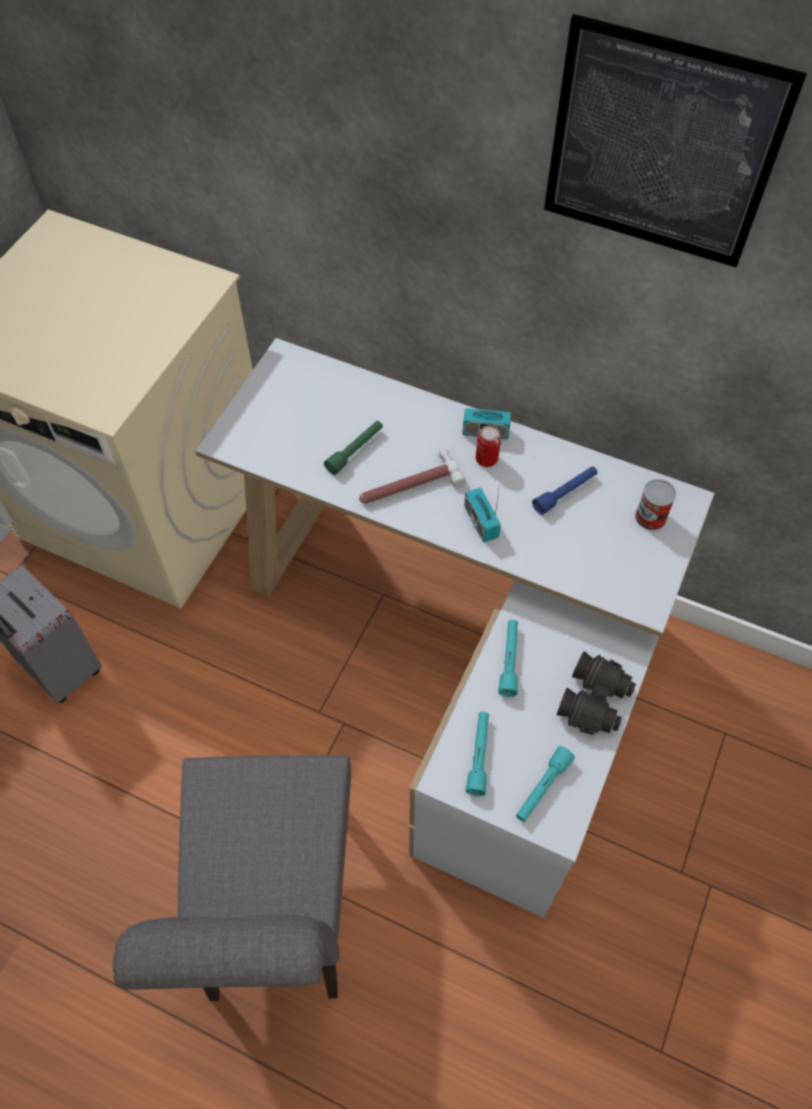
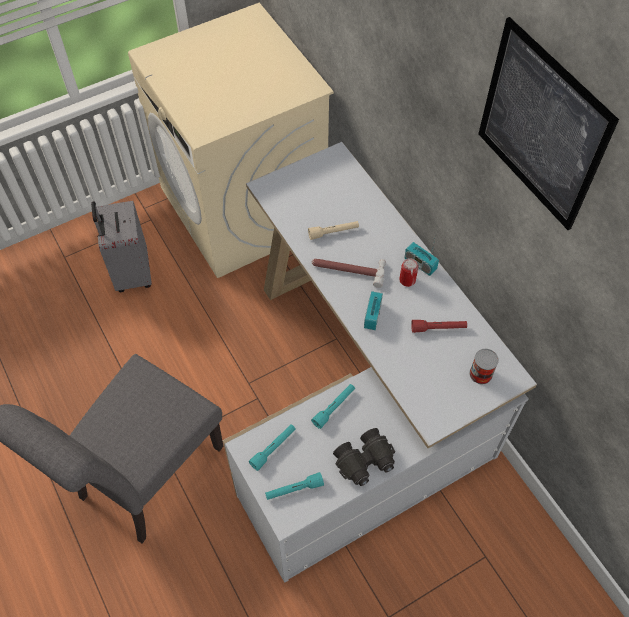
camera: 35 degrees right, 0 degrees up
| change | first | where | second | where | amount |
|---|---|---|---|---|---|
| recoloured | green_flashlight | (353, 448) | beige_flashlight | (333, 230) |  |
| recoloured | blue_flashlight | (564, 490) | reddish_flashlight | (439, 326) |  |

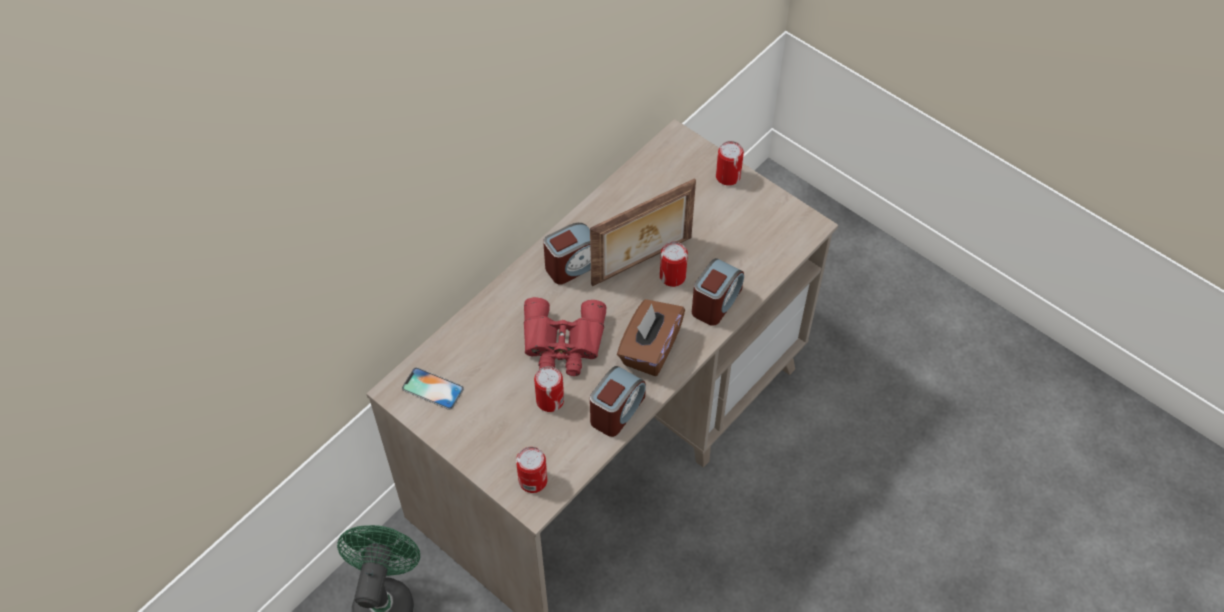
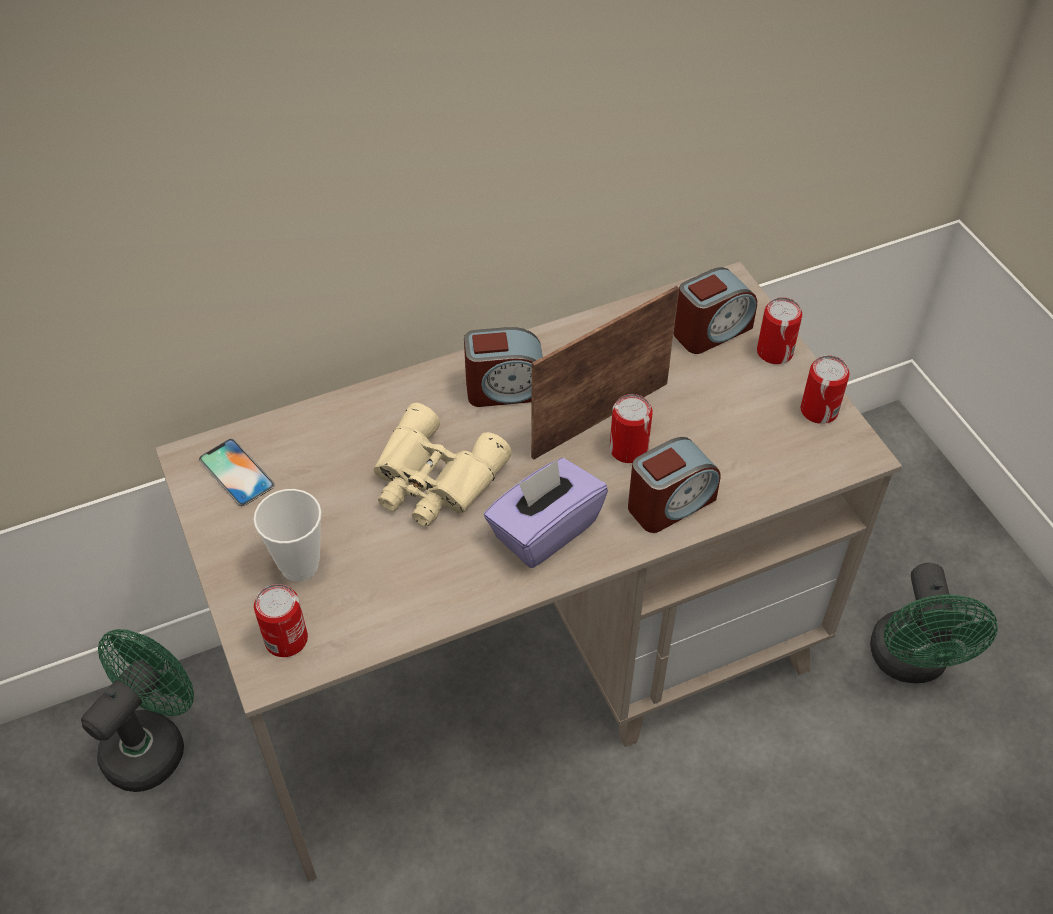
camera: 25 degrees right, 5 degrees down
| change | first | where | second | where | amount |
|---|---|---|---|---|---|
| turned | standing_frame | (643, 232) |  | (605, 373) | 150 degrees clockwise |
| recoloured | reddish_field_glasses | (565, 336) | beige_field_glasses | (442, 465) |  |
| recoloured | brown_box_of_tissues | (651, 337) | purplish_box_of_tissues | (546, 513) |  |
| moved | metal_can | (549, 389) |  | (825, 389) |  |
| moved | alarm_clock | (618, 401) |  | (715, 310) |  |
| added |  |  | small_cup | (287, 535) |  |
| added |  |  | green_fan | (933, 623) |  |

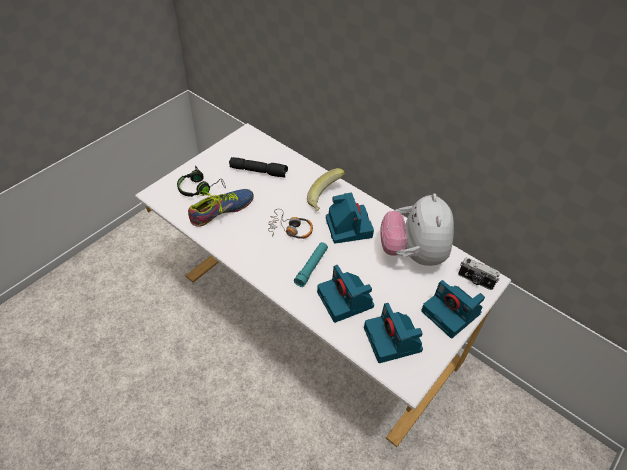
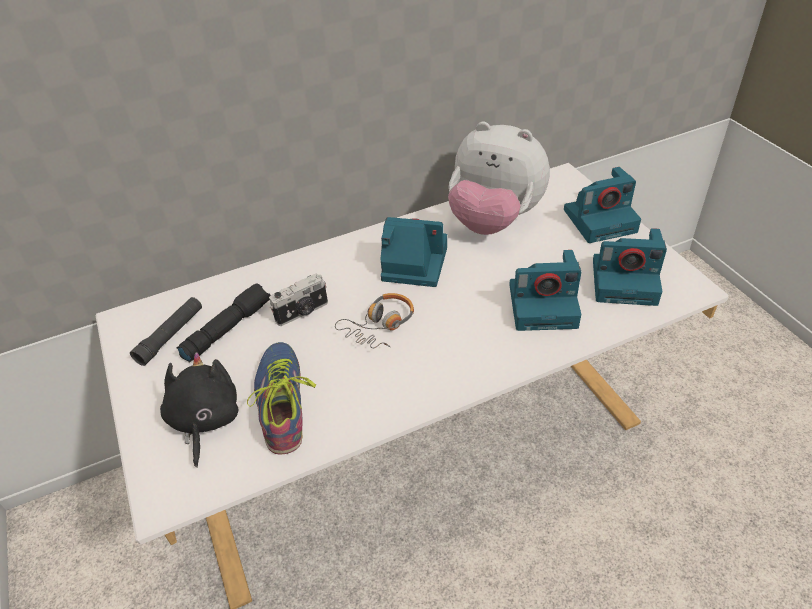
camera: 60 degrees left, 5 degrees down
| change | first | where | second | where | amount |
|---|---|---|---|---|---|
| replaced | blackish_pair_of_headphones | (201, 181) | blackish_soft_toy | (199, 410) |  |
| removed | banana_fruit | (326, 189) |  |  |  |
| removed | turquoise_flashlight | (311, 264) |  |  |  |
| moved | still_camera | (479, 273) |  | (298, 300) |  |
| added |  |  | blackish_flashlight | (166, 331) |  |

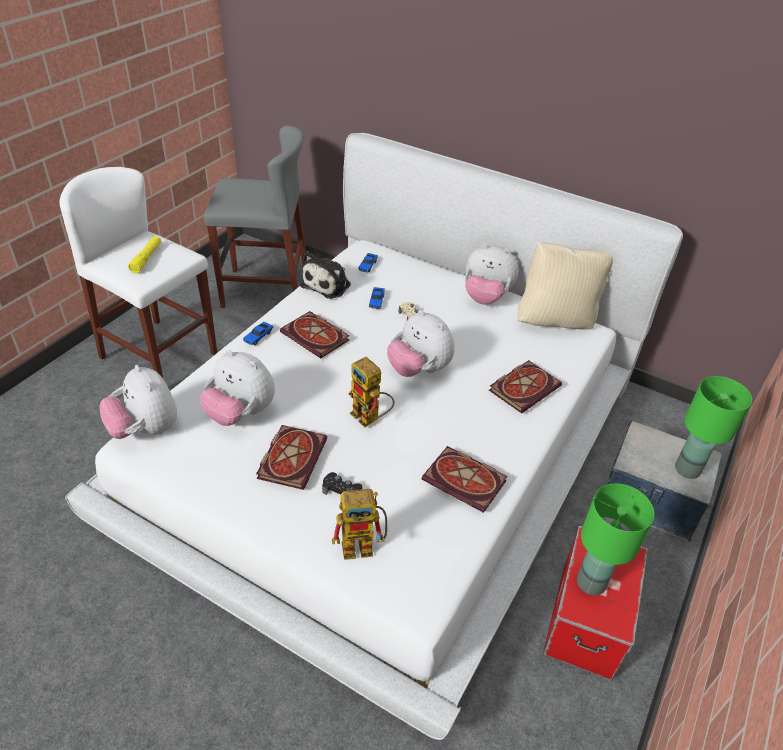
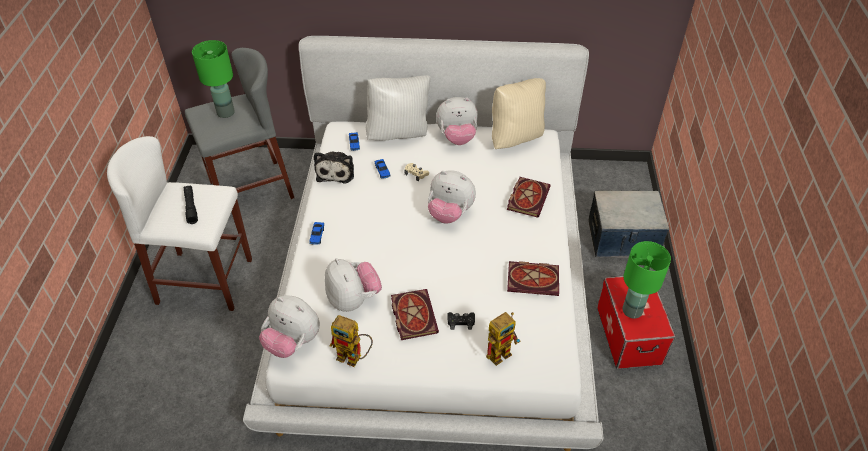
camera: 25 degrees left, 5 degrees up
| change | first | where | second | where | amount |
|---|---|---|---|---|---|
| recoloured | yellowish_flashlight | (144, 255) | blackish_flashlight | (191, 204) |  |
| removed | book | (314, 334) |  |  |  |
| turned | soft_toy | (237, 388) |  | (353, 285) | 120 degrees counterclockwise |
| moved | toy_robot | (371, 392) |  | (351, 341) |  |
| moved | green_table_lamp | (713, 427) |  | (213, 79) |  |
| added |  |  | white_cushion | (398, 108) |  |

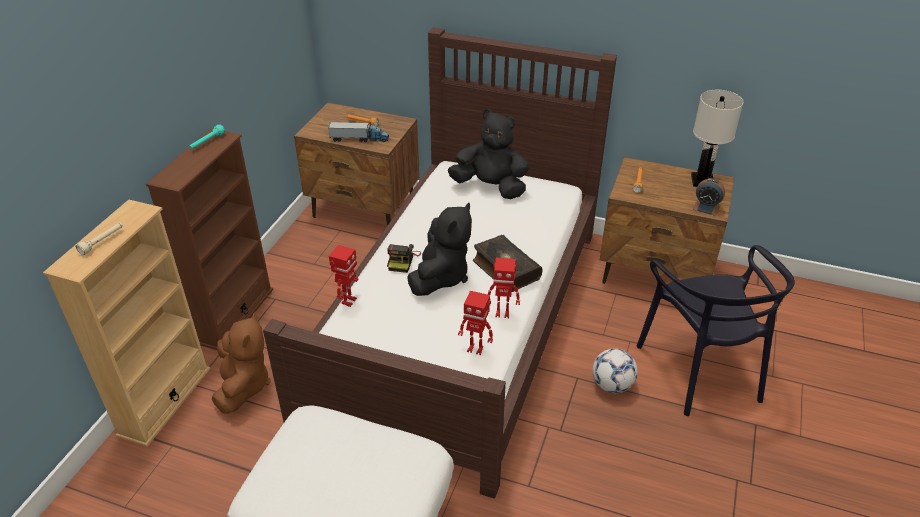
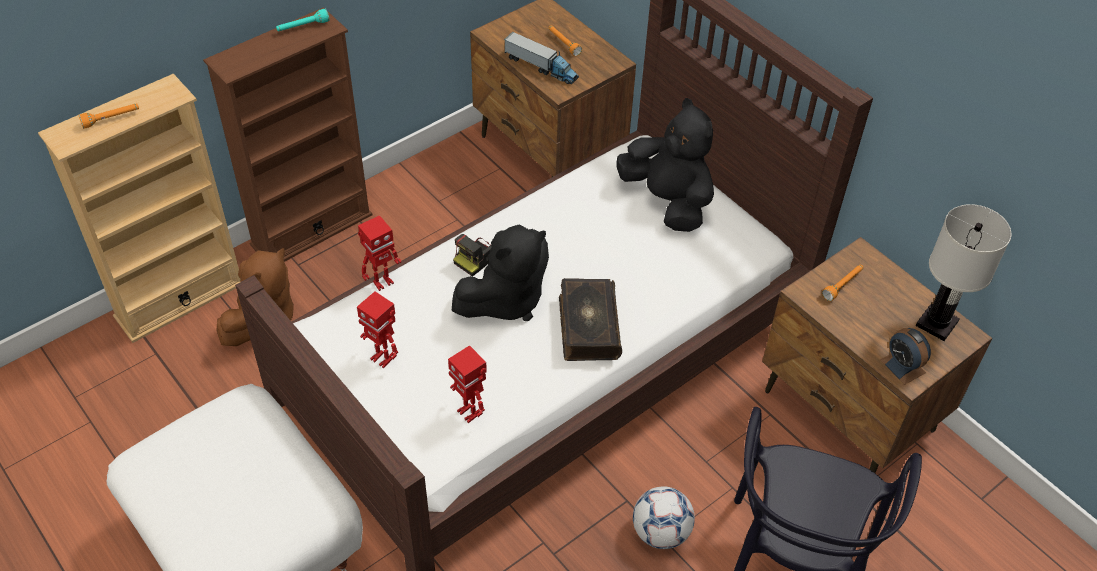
camera: 30 degrees right, 10 degrees up
| change | first | where | second | where | amount |
|---|---|---|---|---|---|
| recoloured | beige_flashlight | (99, 239) | orangey_flashlight | (108, 116) |  |
| moved | toy_robot | (504, 288) |  | (377, 330) |  |

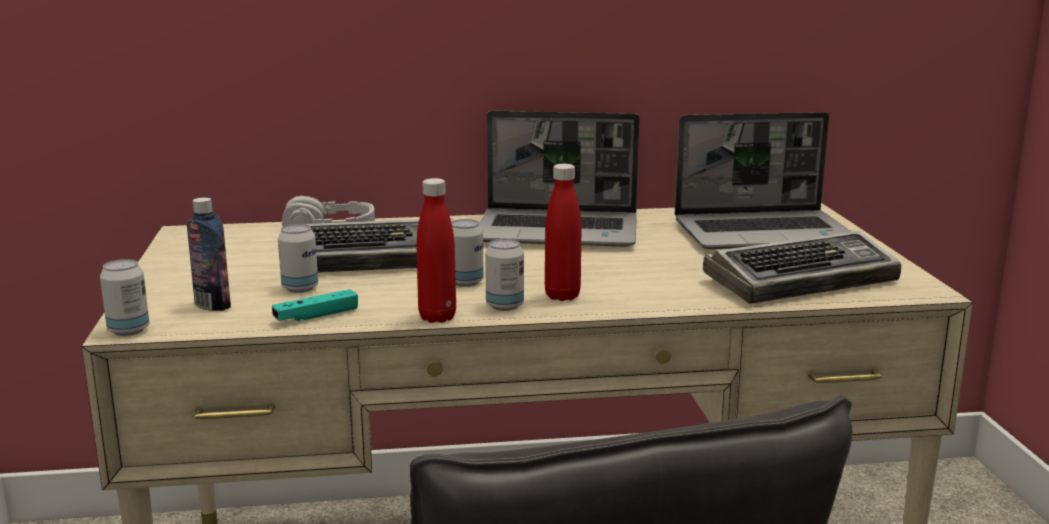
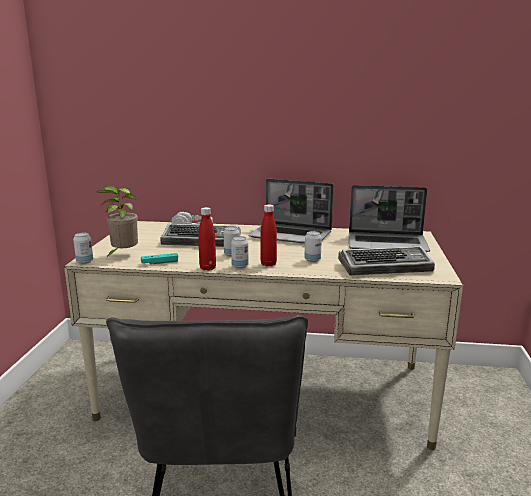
camera: 15 degrees right, 0 degrees up
| change | first | where | second | where | amount |
|---|---|---|---|---|---|
| replaced | bottle | (209, 254) | plant_in_a_pot | (117, 222) |  |
| moved | metal_can | (298, 258) |  | (313, 246) |  |

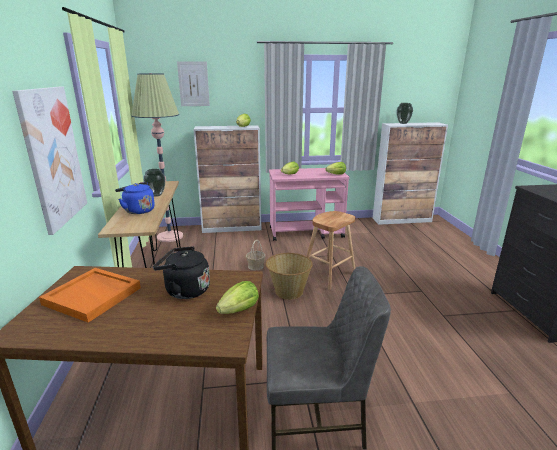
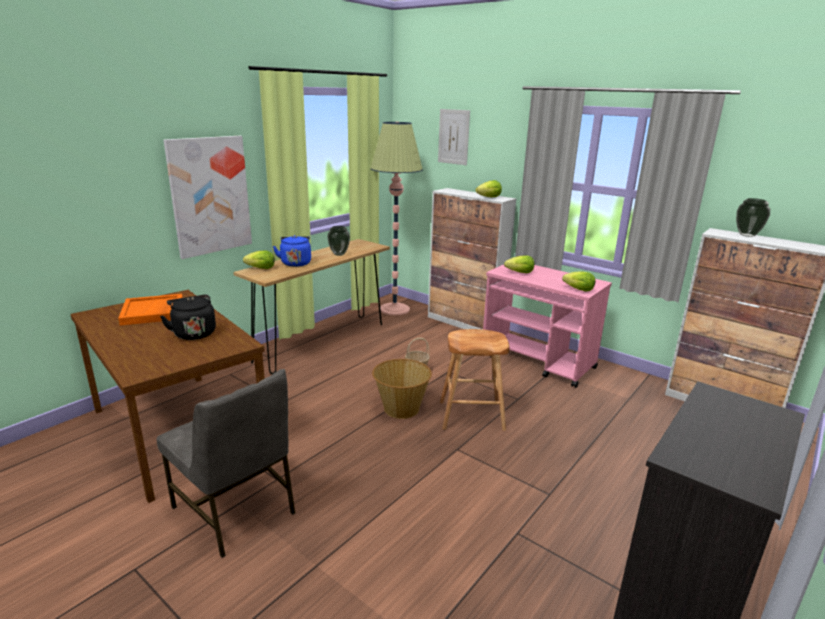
camera: 45 degrees right, 0 degrees up
| change | first | where | second | where | amount |
|---|---|---|---|---|---|
| moved | lettuce_head | (237, 297) |  | (259, 260) |  |

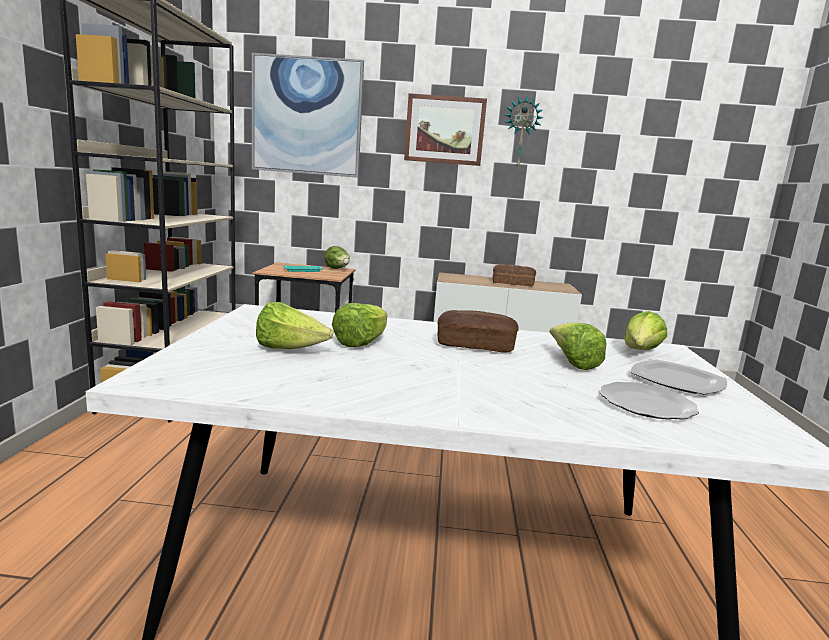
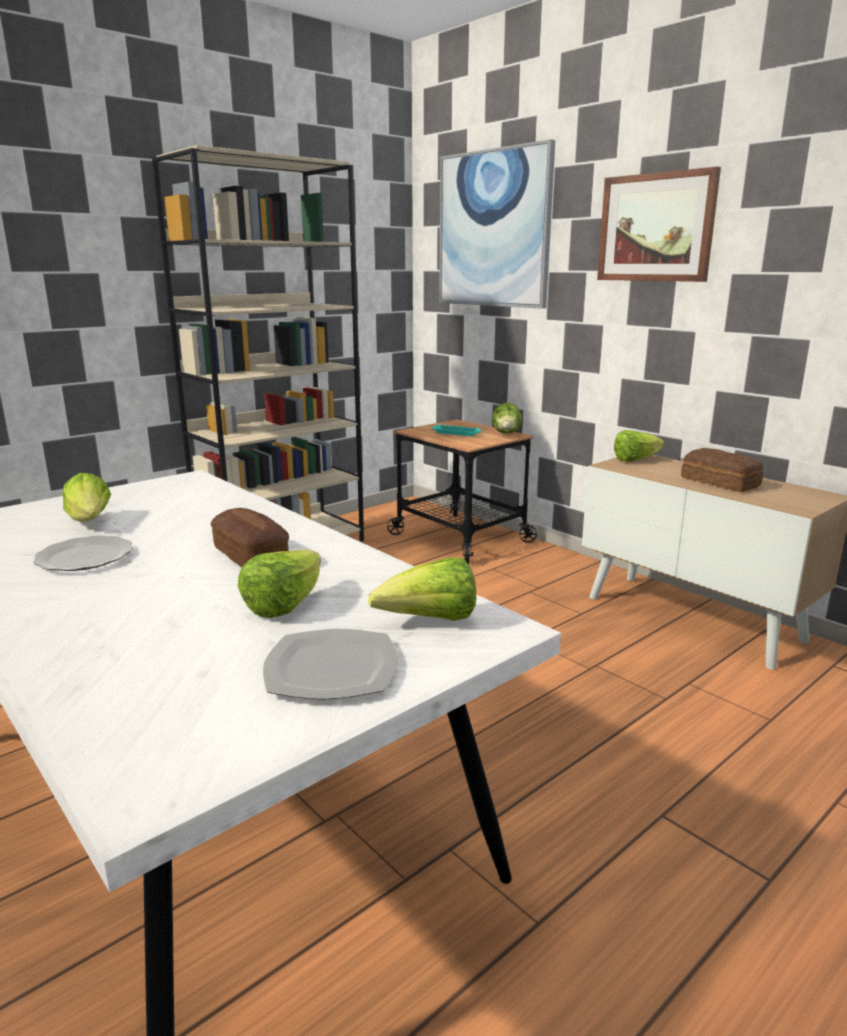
camera: 45 degrees right, 5 degrees up
| change | first | where | second | where | amount |
|---|---|---|---|---|---|
| removed | clock_on_the_wall | (524, 131) |  |  |  |
| moved | lettuce_head | (359, 325) |  | (639, 446) |  |
| moved | dinner_plate | (649, 400) |  | (83, 553) |  |

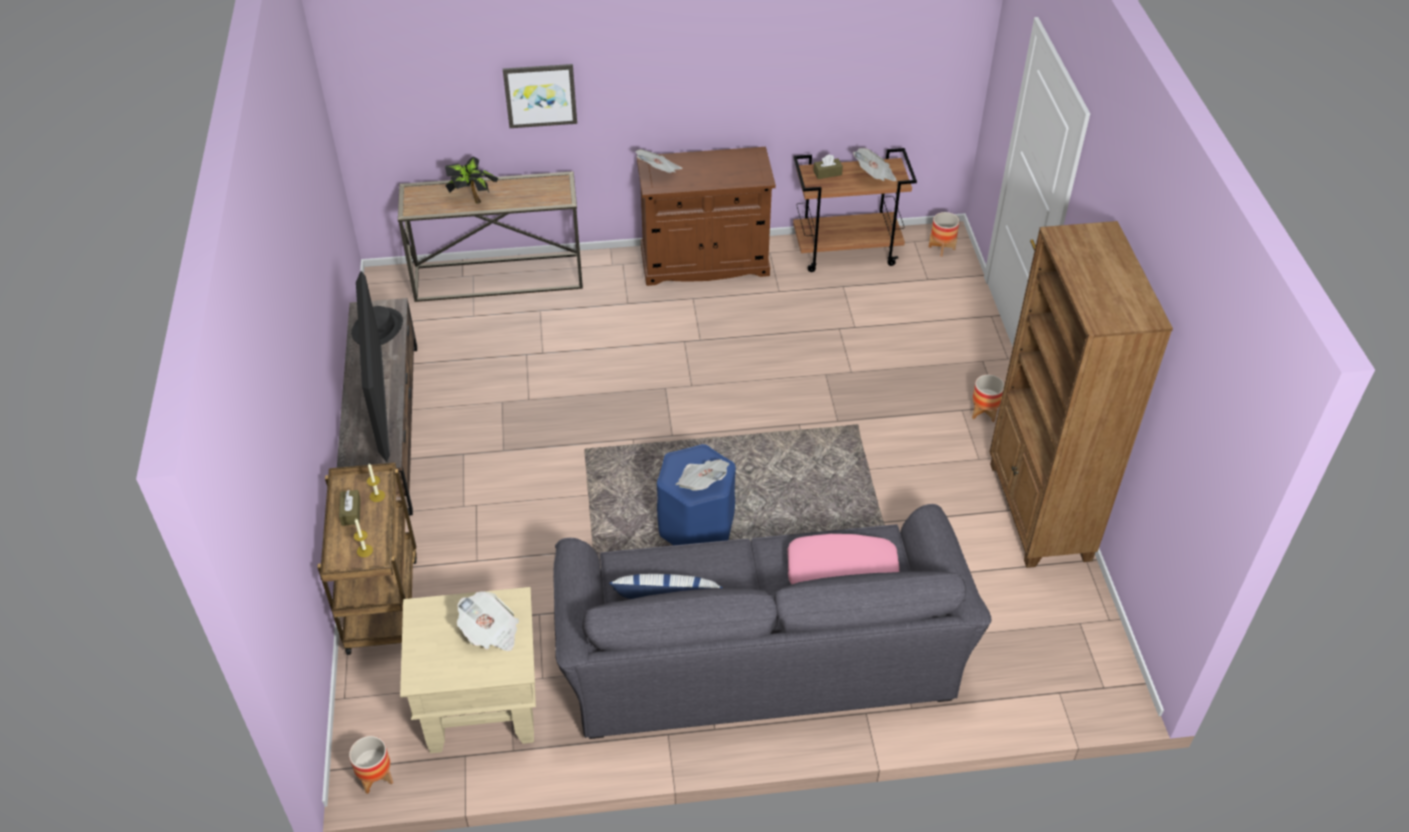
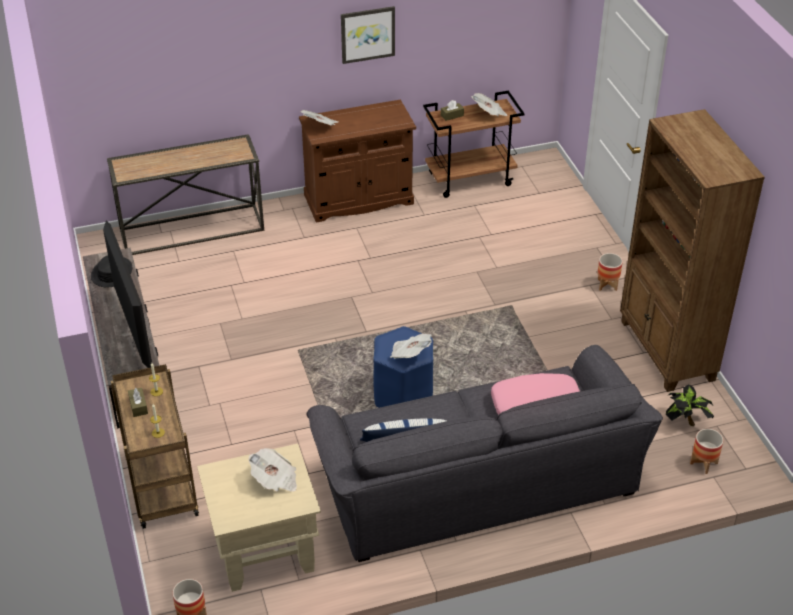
camera: 10 degrees left, 5 degrees down
| change | first | where | second | where | amount |
|---|---|---|---|---|---|
| moved | wall_art | (540, 96) |  | (368, 35) |  |
| moved | plant_in_a_pot | (472, 180) |  | (690, 405) |  |
| moved | plant_pot | (944, 234) |  | (706, 451) |  |

